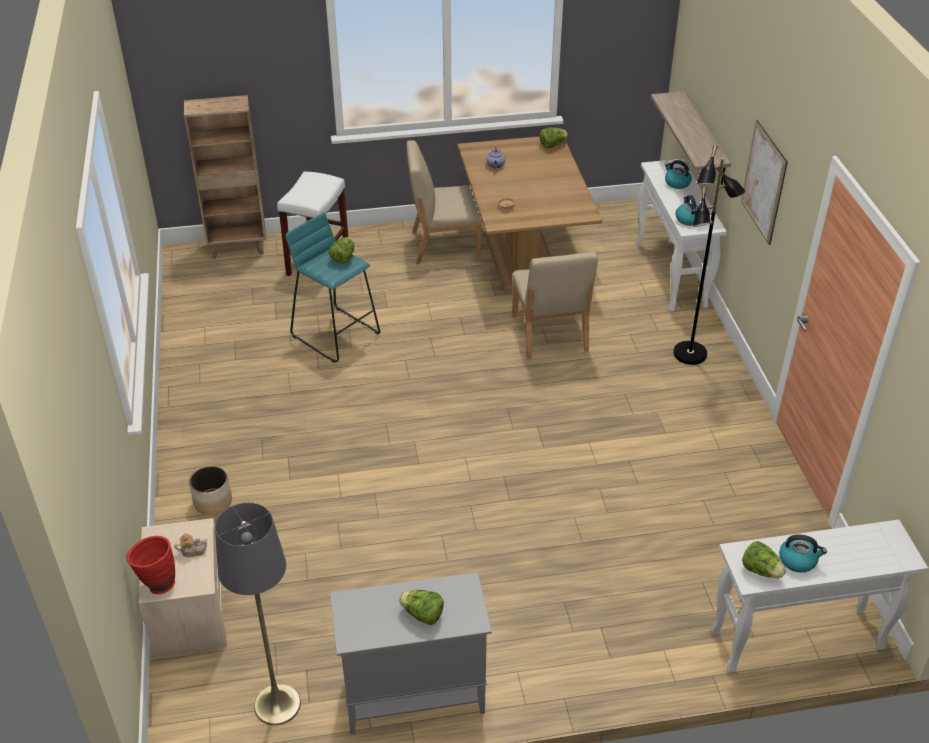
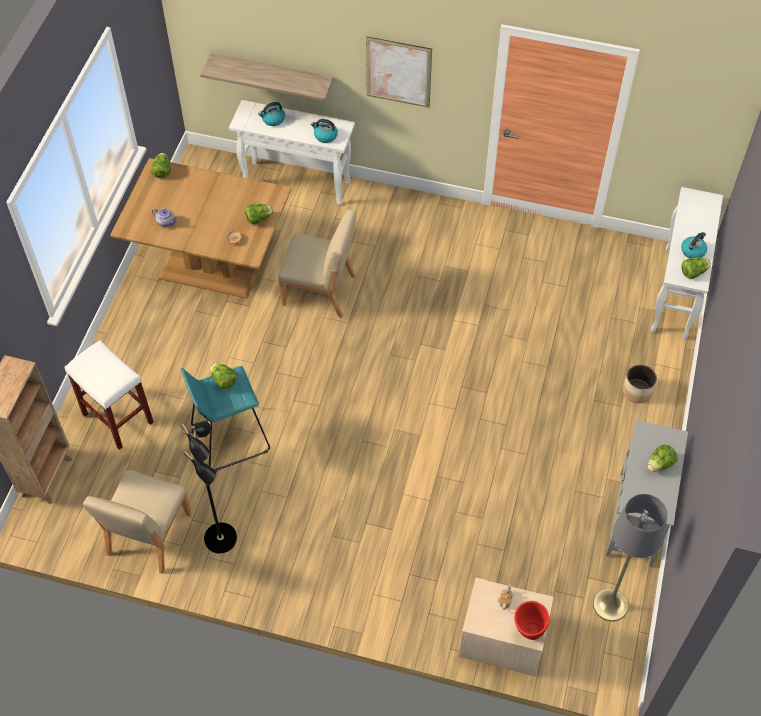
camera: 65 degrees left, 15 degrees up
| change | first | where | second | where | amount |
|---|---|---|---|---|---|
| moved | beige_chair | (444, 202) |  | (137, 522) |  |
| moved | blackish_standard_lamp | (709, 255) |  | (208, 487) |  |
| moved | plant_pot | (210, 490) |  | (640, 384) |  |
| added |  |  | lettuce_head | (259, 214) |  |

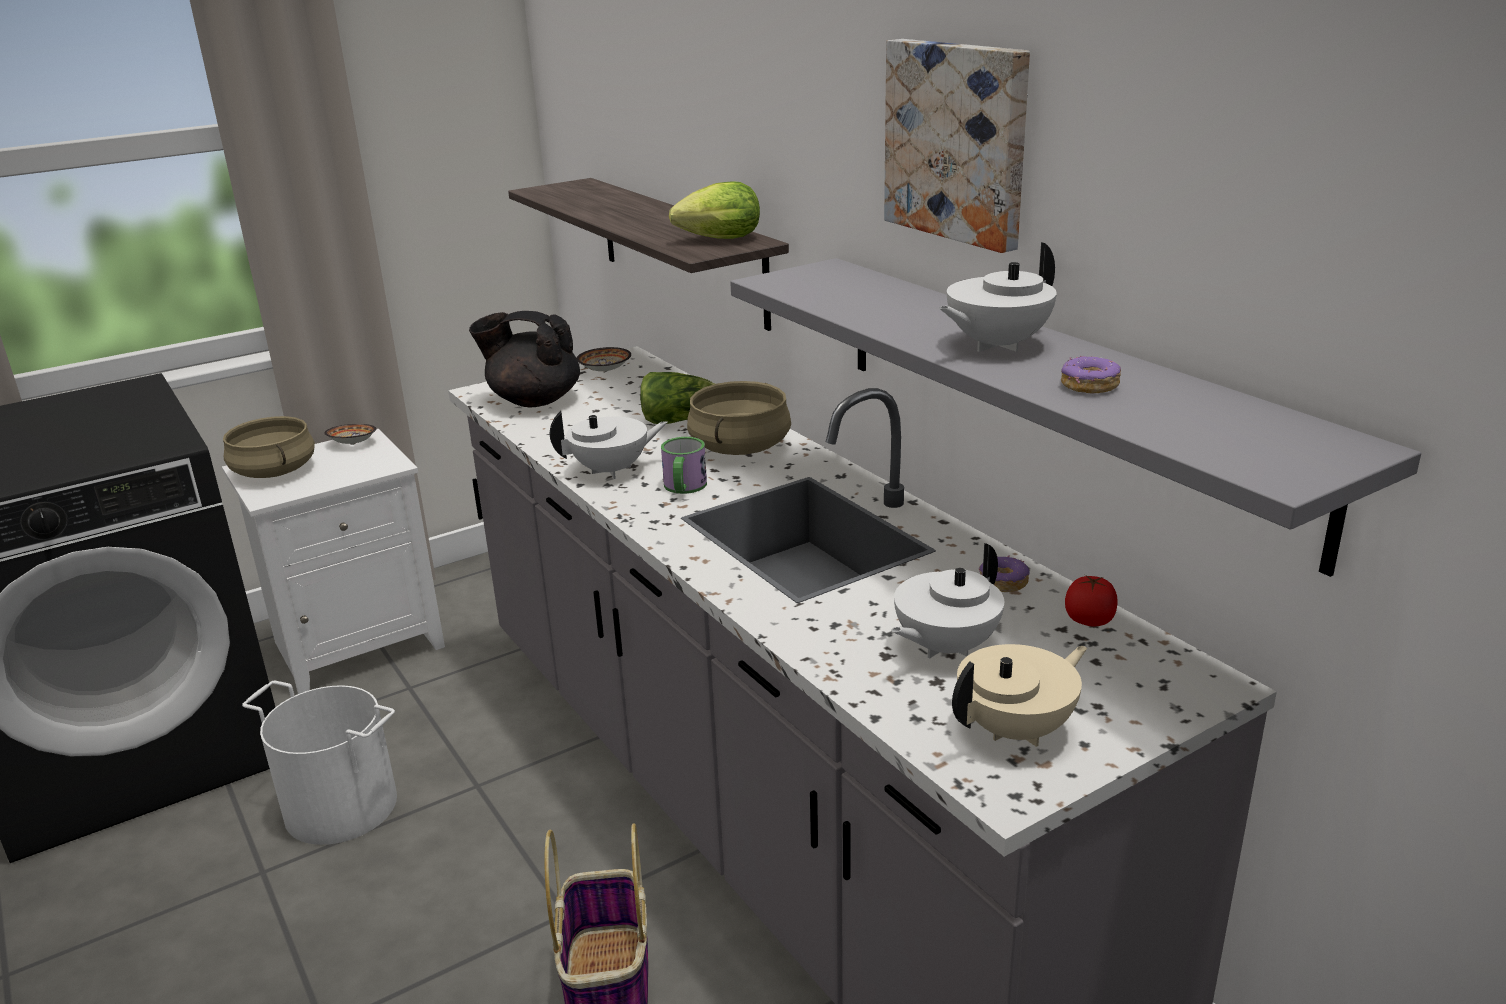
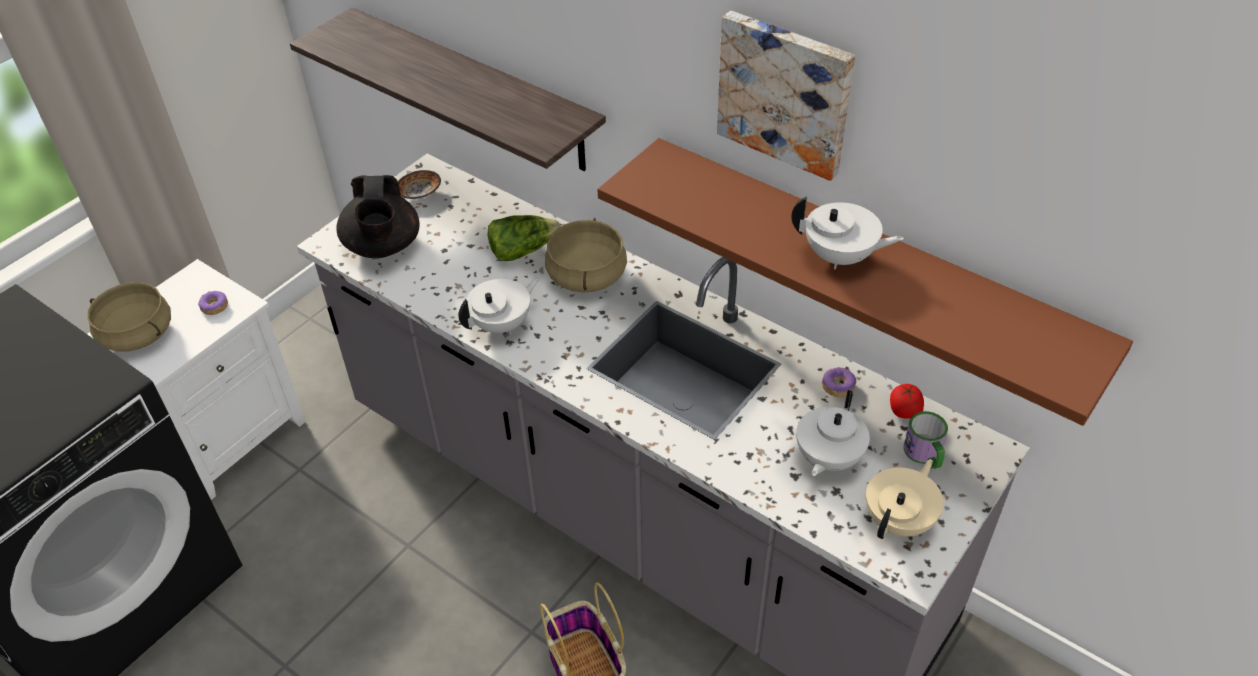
camera: 20 degrees left, 20 degrees up
| change | first | where | second | where | amount |
|---|---|---|---|---|---|
| removed | lettuce_head | (714, 210) |  |  |  |
| turned | white_teapot | (998, 297) |  | (847, 233) | 105 degrees counterclockwise |
| recoloured | greyish_wall_shelf | (1075, 417) | brown_wall_shelf | (865, 282) |  |
| turned | blackish_teapot | (524, 359) |  | (377, 216) | 90 degrees counterclockwise |
| moved | doughnut | (1091, 375) |  | (213, 303) |  |
| removed | serving_bowl | (350, 434) |  |  |  |
| moved | coffee_mug | (684, 465) |  | (925, 440) |  |
| removed | white_pail | (319, 763) |  |  |  |

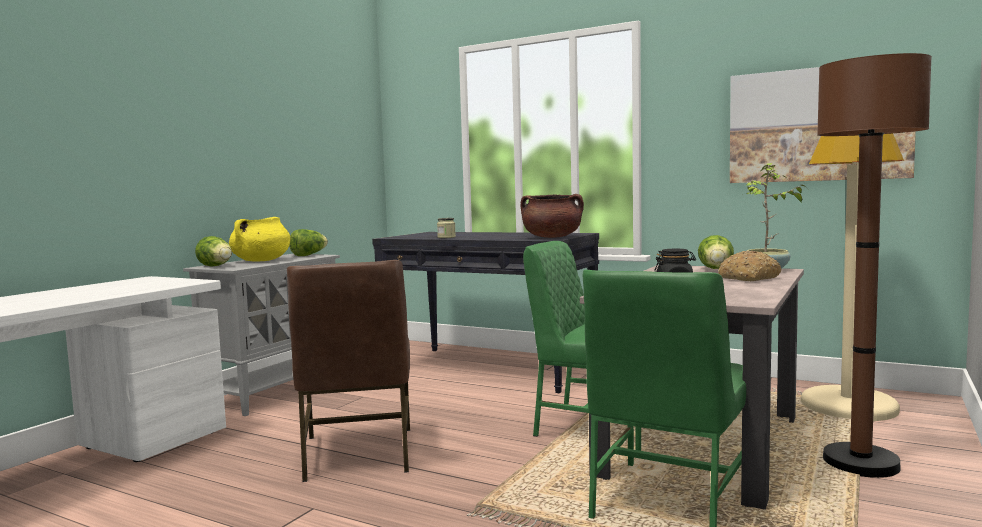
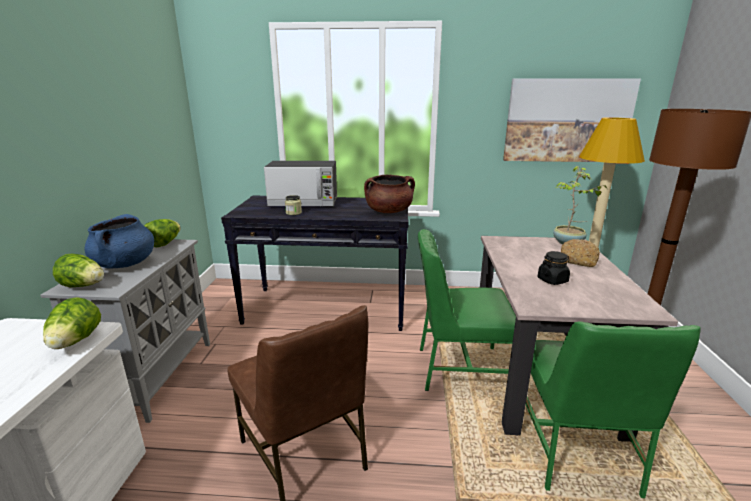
camera: 25 degrees left, 15 degrees up
| change | first | where | second | where | amount |
|---|---|---|---|---|---|
| recoloured | yellowish_stockpot | (259, 239) | blue_stockpot | (119, 241) |  |
| moved | lettuce_head | (716, 252) |  | (72, 323) |  |
| added |  |  | kitchen_microwave | (300, 183) |  |

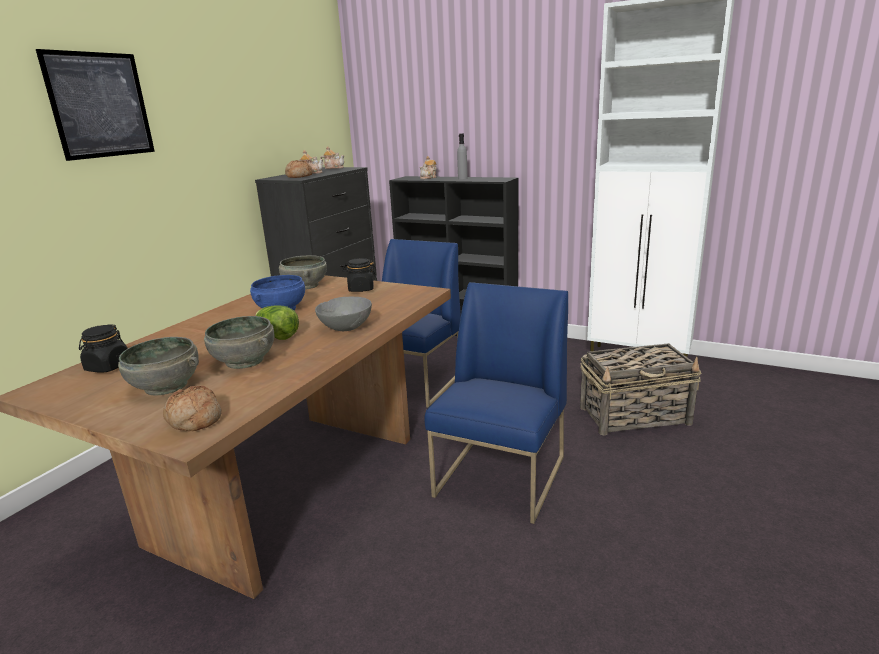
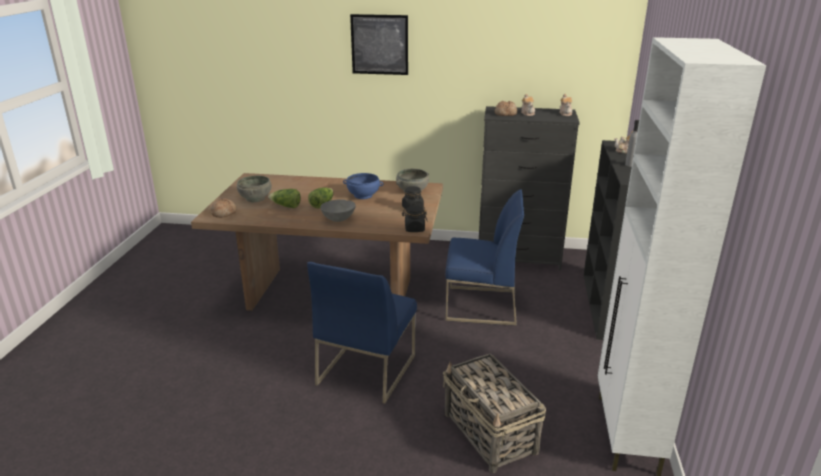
camera: 70 degrees right, 5 degrees up
| change | first | where | second | where | amount |
|---|---|---|---|---|---|
| turned | blue_chair | (496, 403) |  | (362, 333) | 105 degrees clockwise |
| replaced | greyish_serving_bowl | (239, 342) | lettuce_head | (284, 198) |  |
| moved | blackish_preserve_jar | (103, 348) |  | (415, 218) |  |

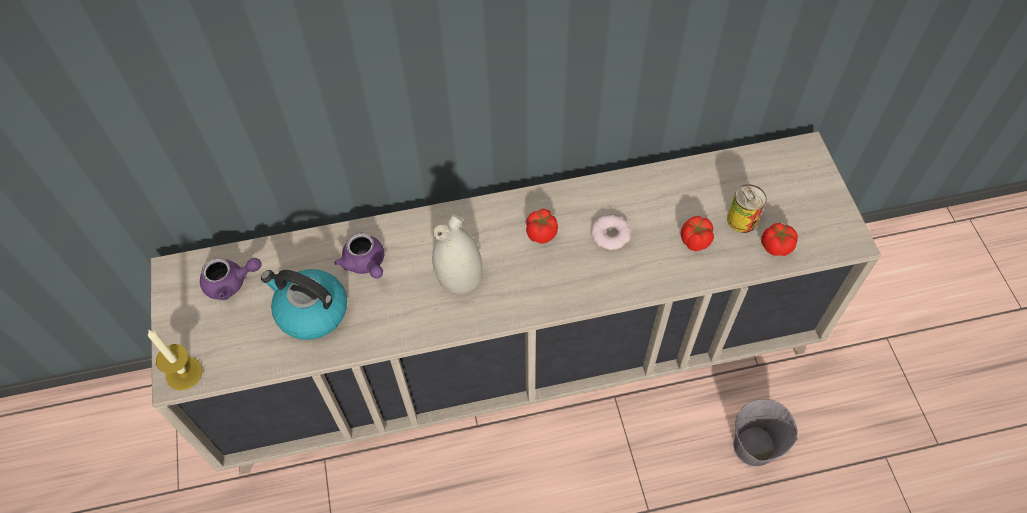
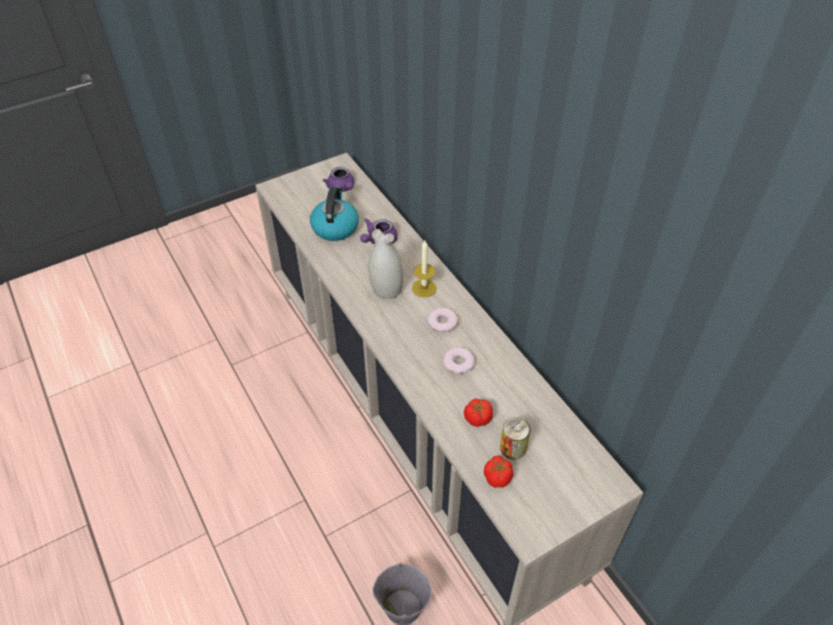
camera: 70 degrees right, 10 degrees down
| change | first | where | second | where | amount |
|---|---|---|---|---|---|
| replaced | tomato | (542, 226) | doughnut | (442, 320) |  |
| moved | wax_candle | (175, 359) |  | (424, 268) |  |

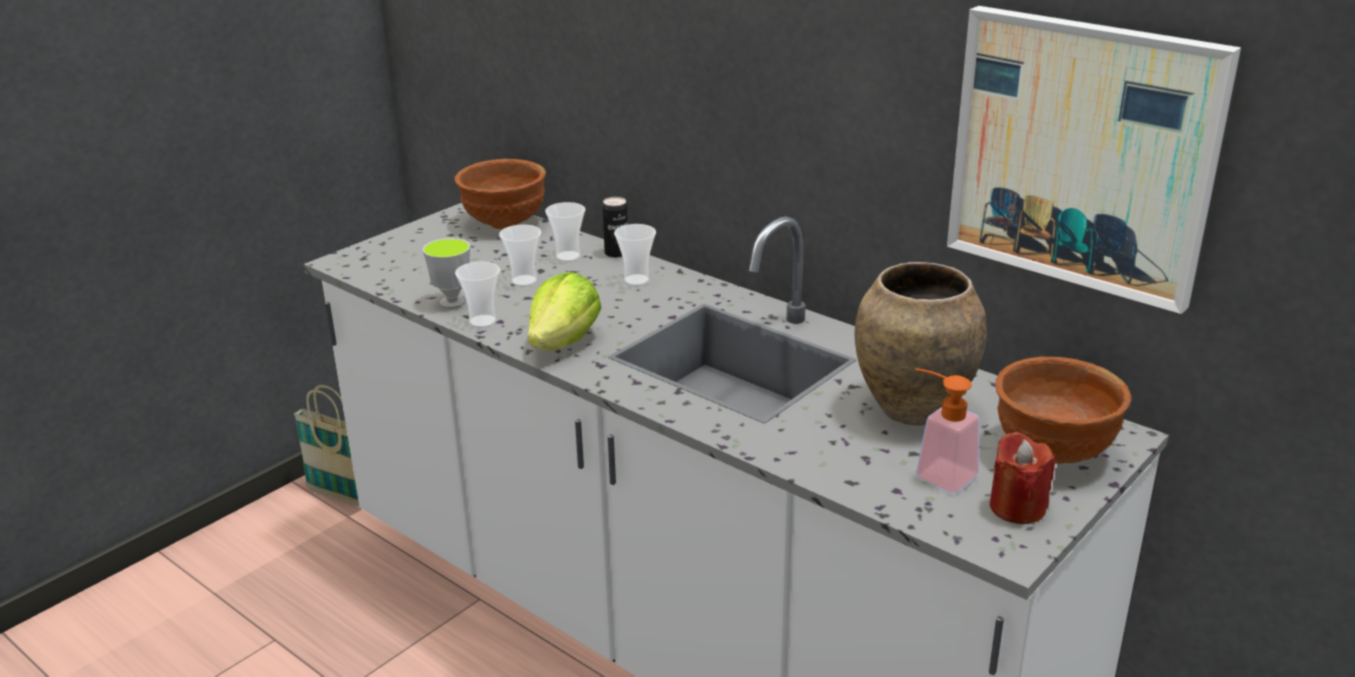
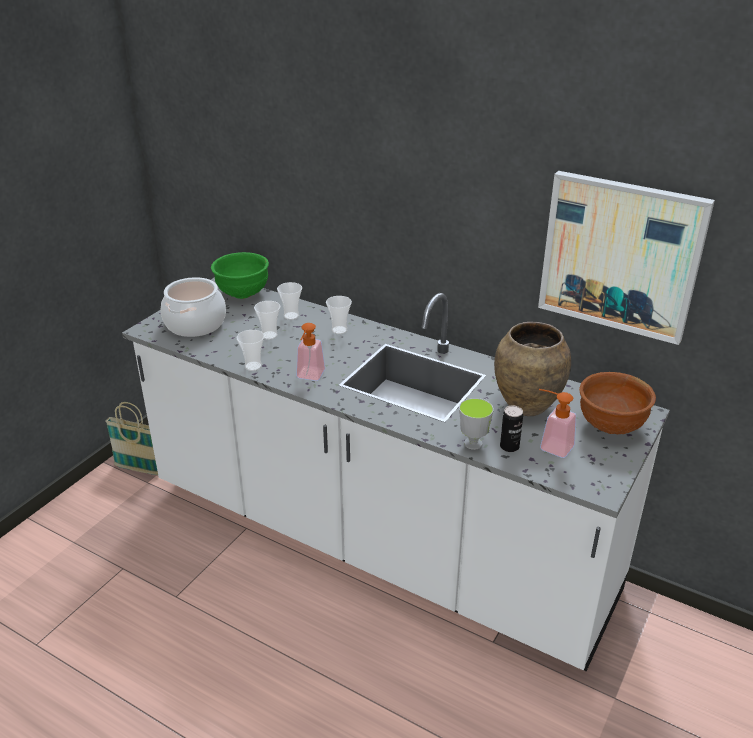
camera: 10 degrees left, 5 degrees up
| change | first | where | second | where | amount |
|---|---|---|---|---|---|
| recoloured | brown_serving_bowl | (500, 194) | green_serving_bowl | (240, 275) |  |
| moved | metal_can | (615, 227) |  | (511, 428) |  |
| moved | small_cup | (446, 273) |  | (476, 424) |  |
| replaced | lettuce_head | (565, 311) | soap_dispenser | (310, 352) |  |
| removed | reddish_wax_candle | (1022, 478) |  |  |  |
| added |  |  | stockpot | (193, 307) |  |

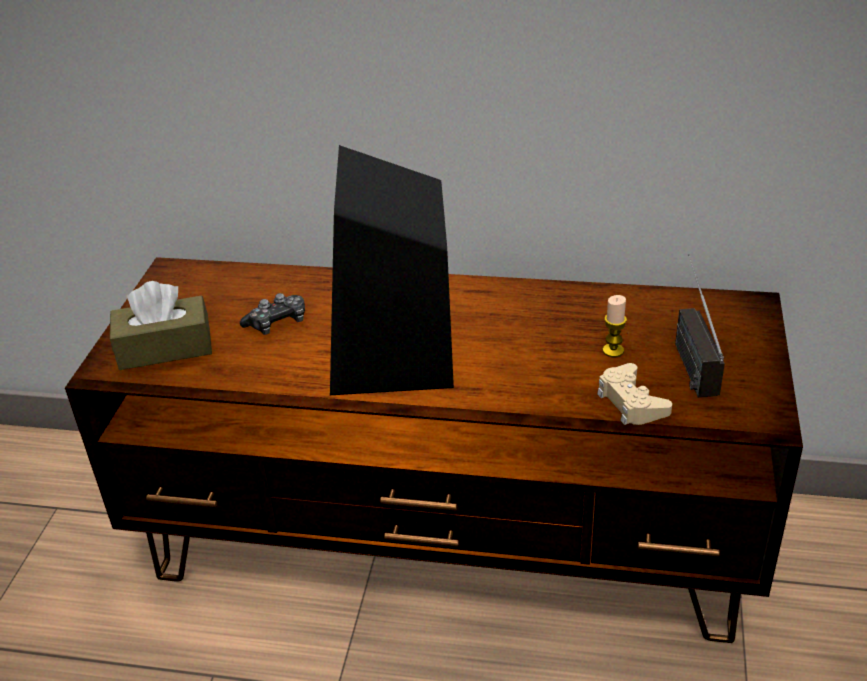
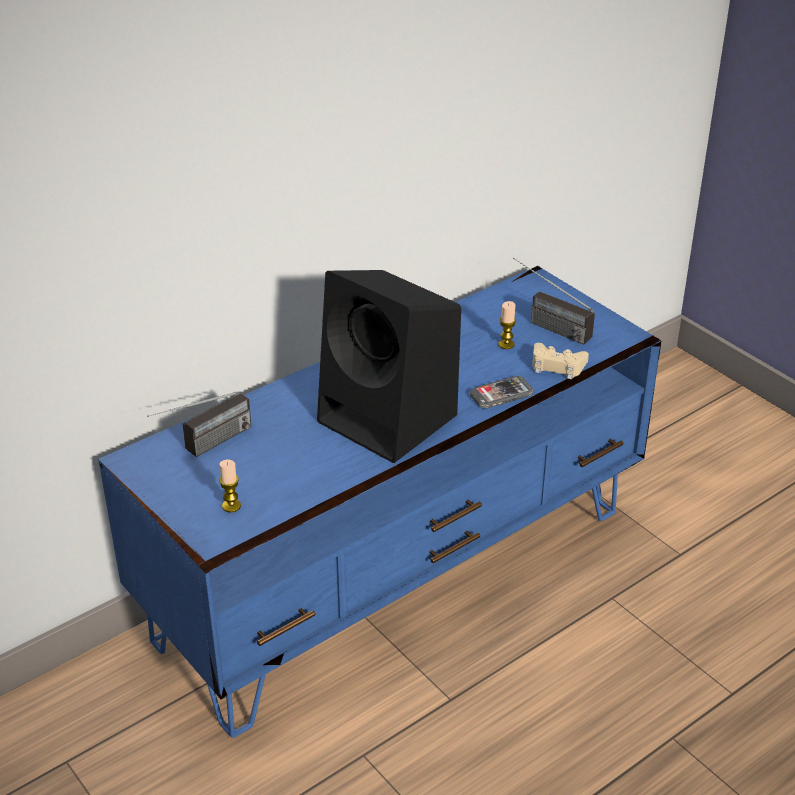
camera: 50 degrees left, 0 degrees up
| change | first | where | second | where | amount |
|---|---|---|---|---|---|
| recoloured | brown_tv_stand | (434, 450) | blue_tv_stand | (379, 502) |  |
| replaced | brown_box_of_tissues | (161, 325) | wax_candle | (230, 486) |  |
| removed | gamepad | (272, 314) |  |  |  |
| added |  |  | telephone | (501, 392) |  |
| added |  |  | radio_receiver | (199, 424) |  |

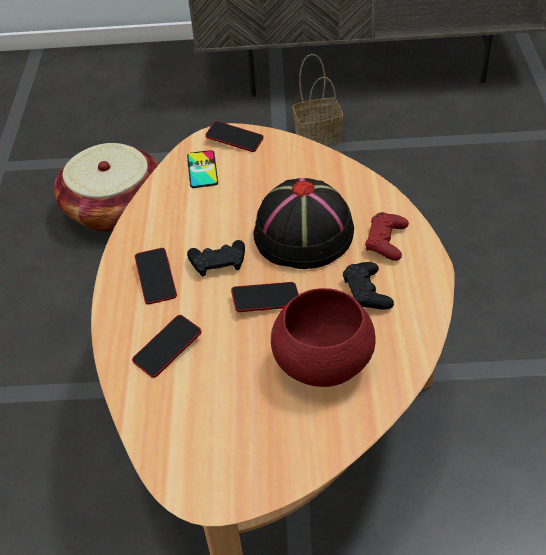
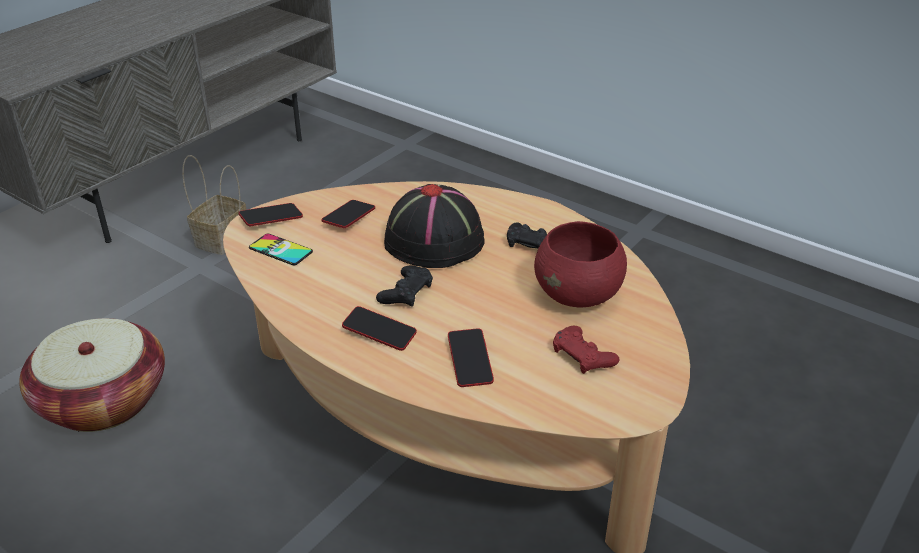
camera: 55 degrees left, 10 degrees down
| change | first | where | second | where | amount |
|---|---|---|---|---|---|
| moved | reddish_gamepad | (387, 236) |  | (586, 350) |  |
| moved | telephone | (265, 297) |  | (348, 214) |  |

